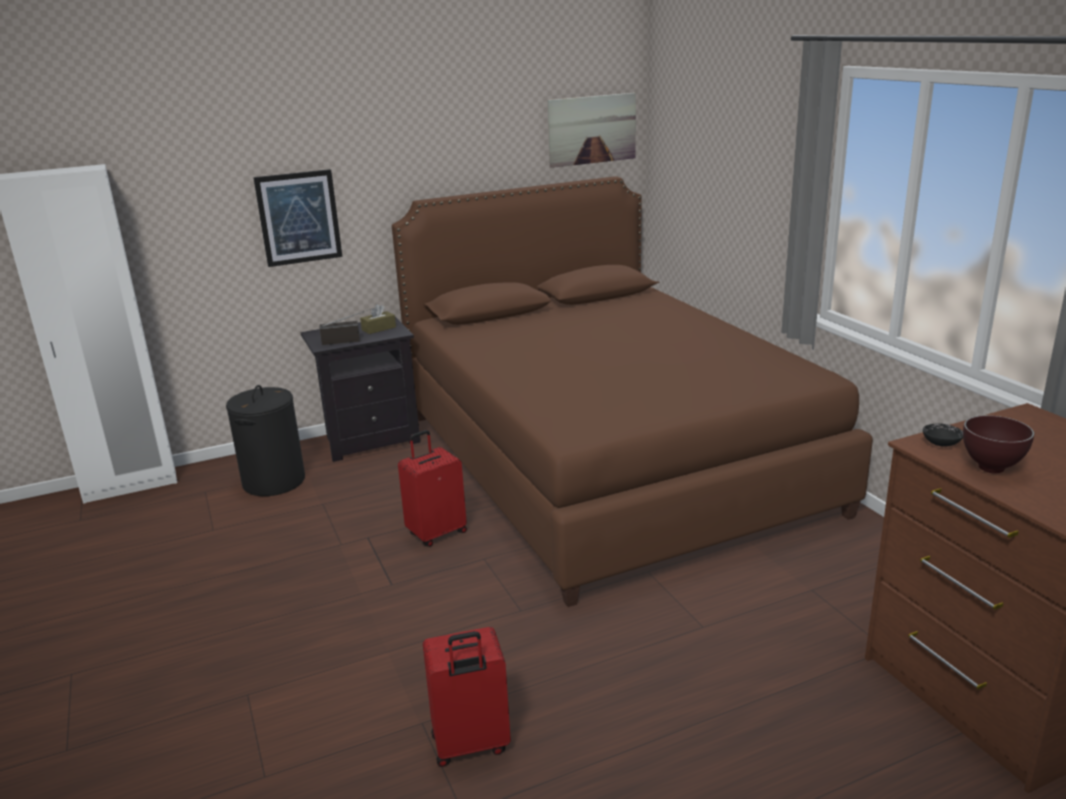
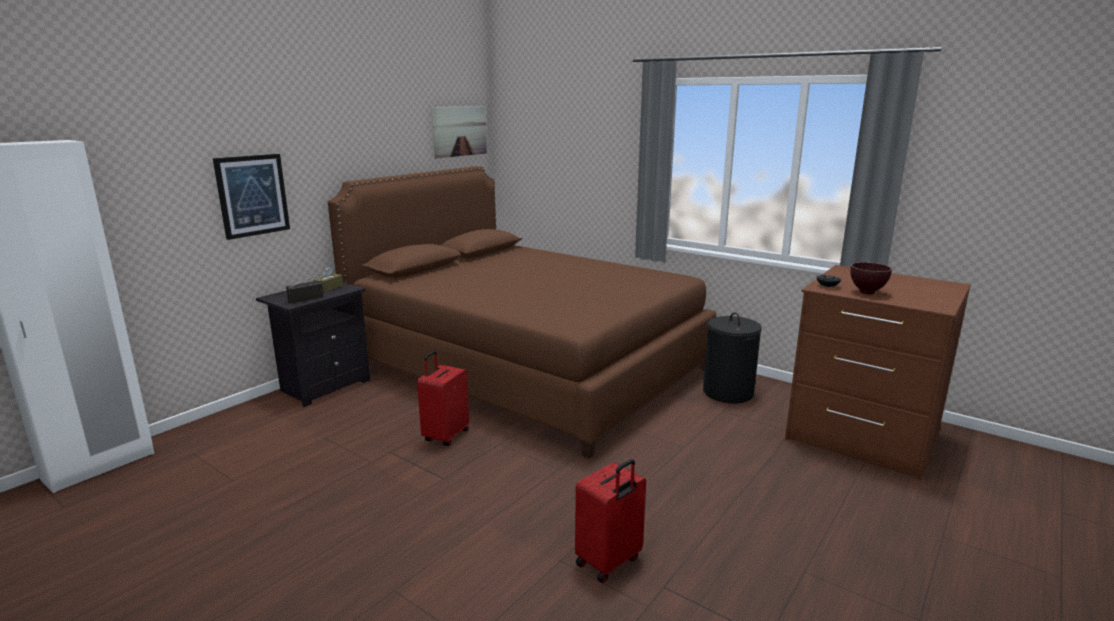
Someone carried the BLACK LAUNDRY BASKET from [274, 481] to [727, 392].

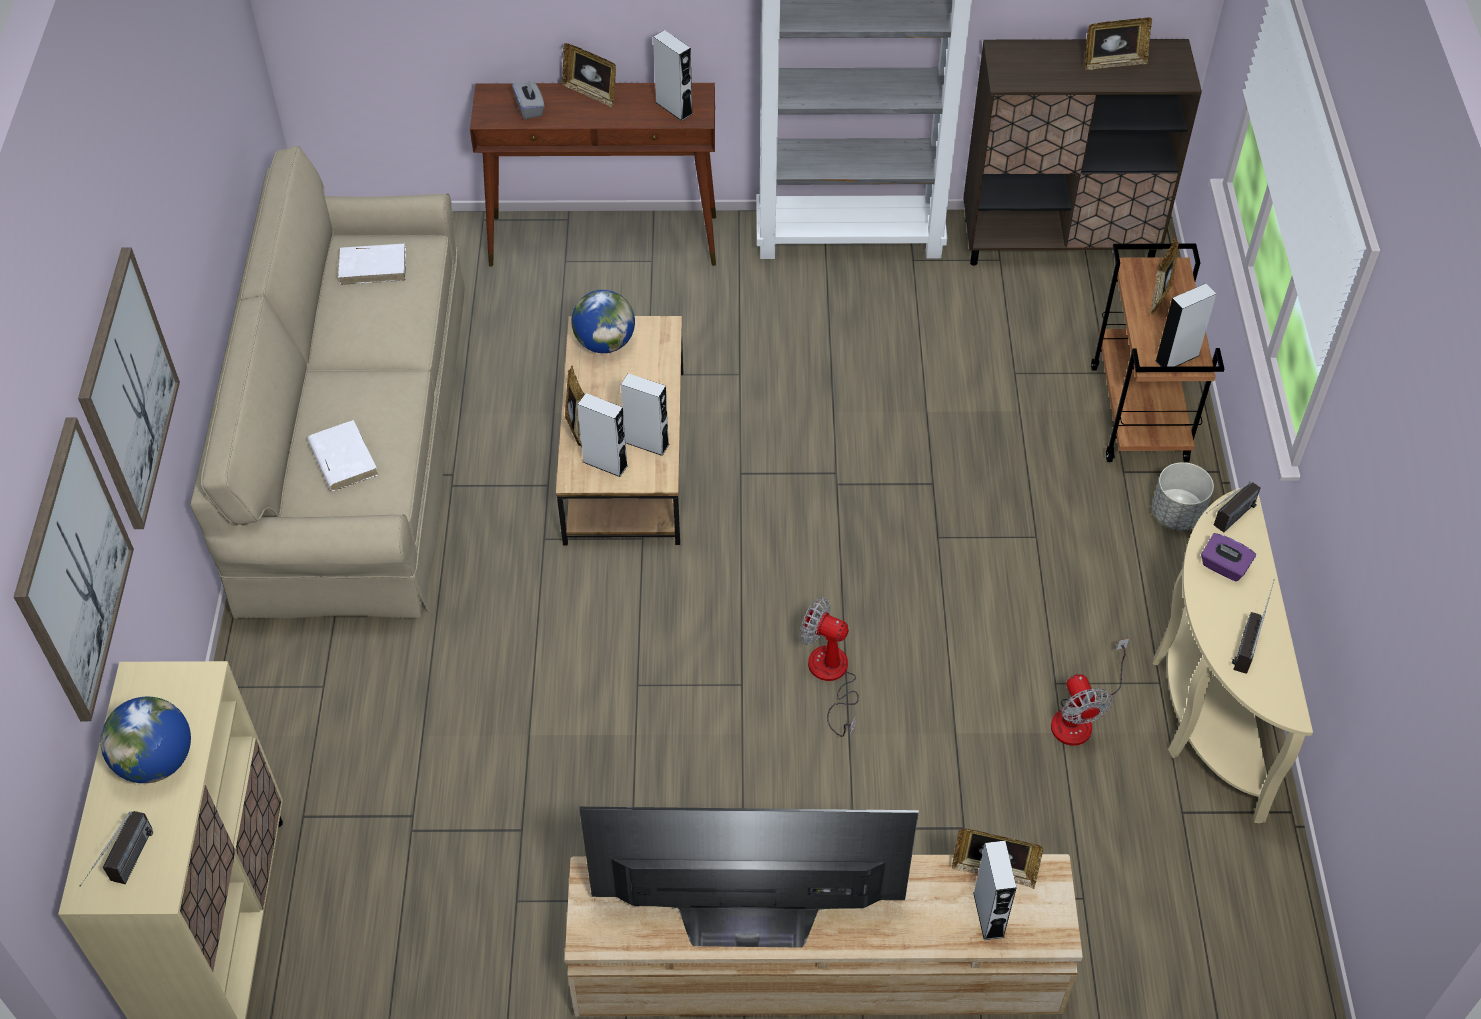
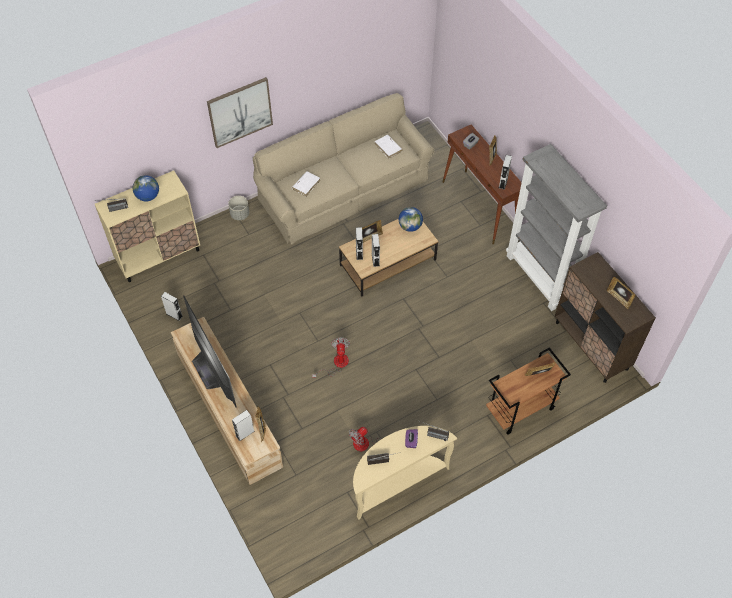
Someone carried the GREY SPEAKER from [1177, 358] to [174, 315].
Someone took away the PICTURE at [73, 570].
Someone carried the GREY PLANTER from [1176, 514] to [240, 214].

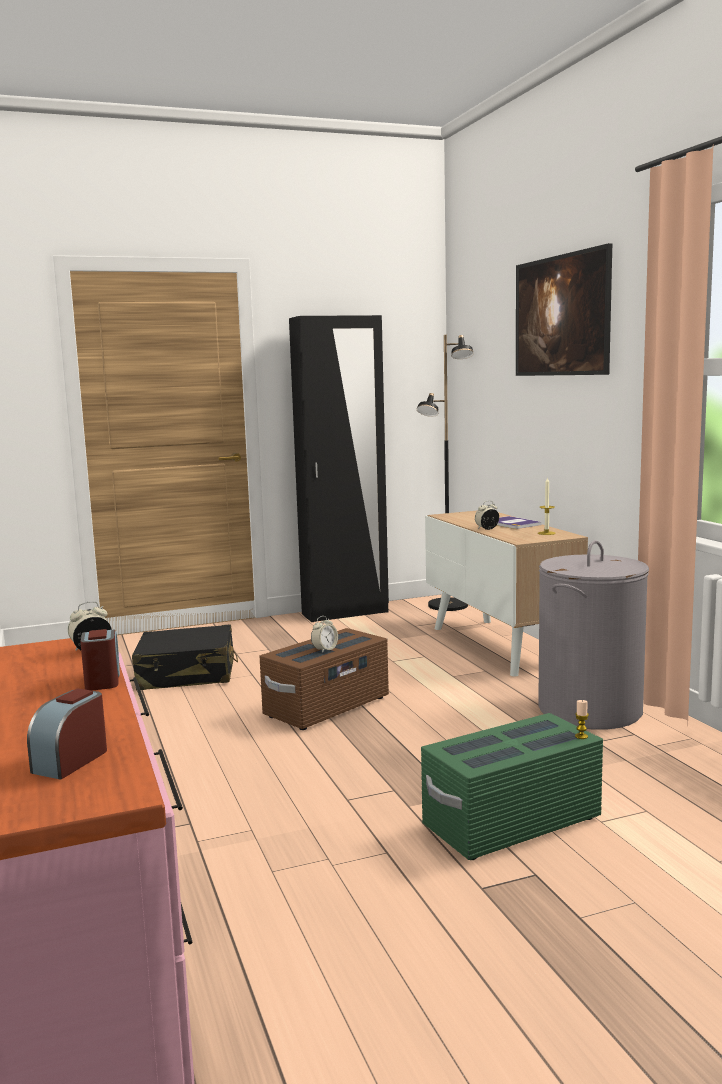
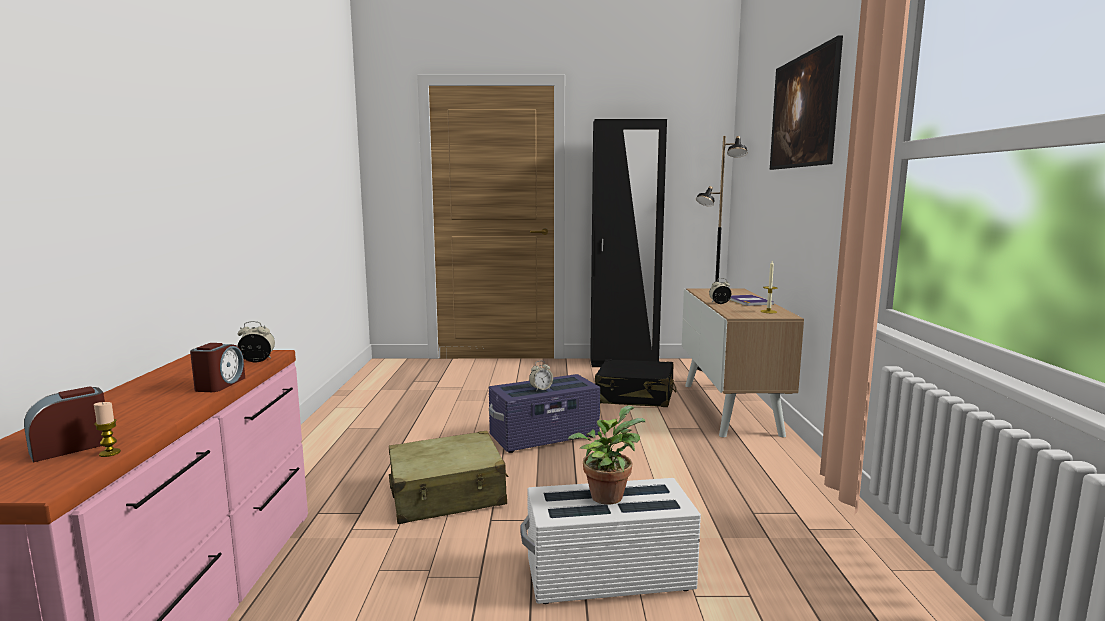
Someone took away the GREY LAUNDRY BASKET at [590, 710].
Someone carried the BLACK SUITCASE from [187, 675] to [635, 396].
Someone repainted the BROWN STORAGE BOX at [327, 707], which became the PURPLE STORAGE BOX at [544, 437].
Someone carried the CANDLE from [581, 736] to [110, 453].
Someone repainted the GREEN STORAGE BOX at [511, 823], which became the WHITE STORAGE BOX at [608, 576].
Someone put down the POTTED PLANT at [607, 494].
Someone put down the BEIGE SUITCASE at [447, 494].

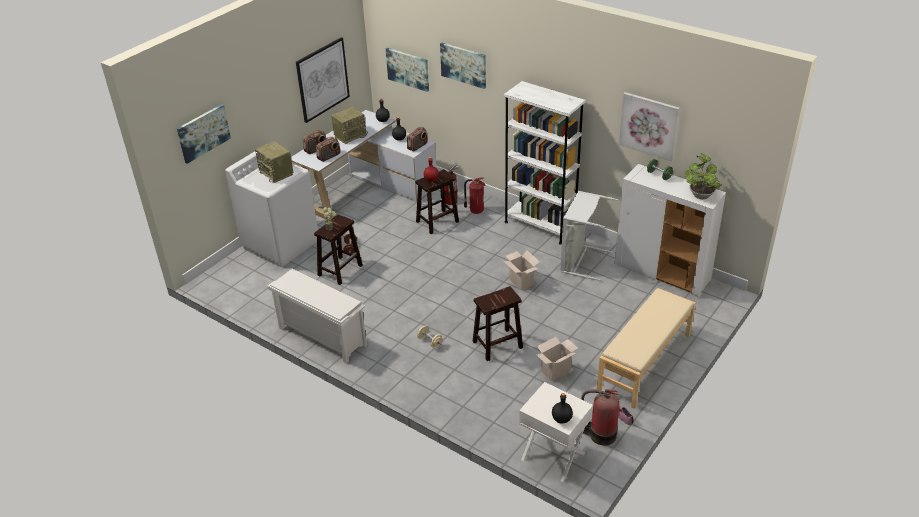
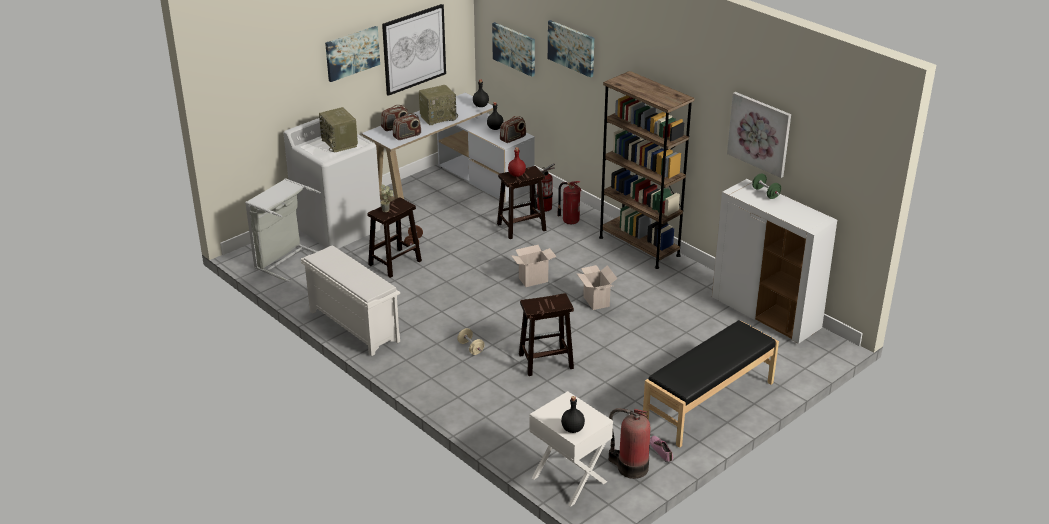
Someone repainted the WHITE BOOKCASE at [540, 226], which became the BROWN BOOKCASE at [639, 246].
Someone carried the PICTURE from [203, 133] to [352, 53].
Someone took away the POTTED PLANT at [700, 194].
Someone carried the GREY LAUNDRY BASKET from [580, 261] to [285, 260].
Someone repainted the BEIGE BENCH at [645, 362], which became the BLACK BENCH at [709, 403].
Someone carried the CARDBOARD BOX from [555, 370] to [533, 279].

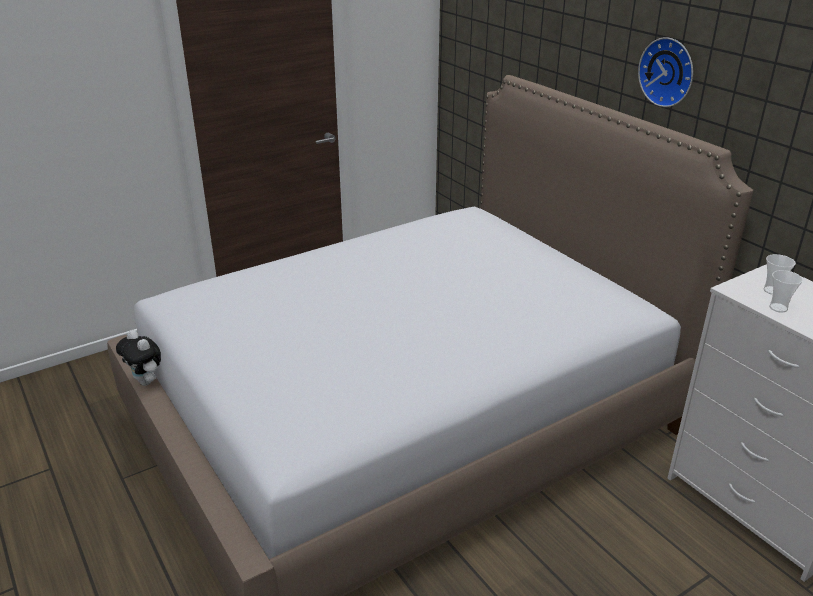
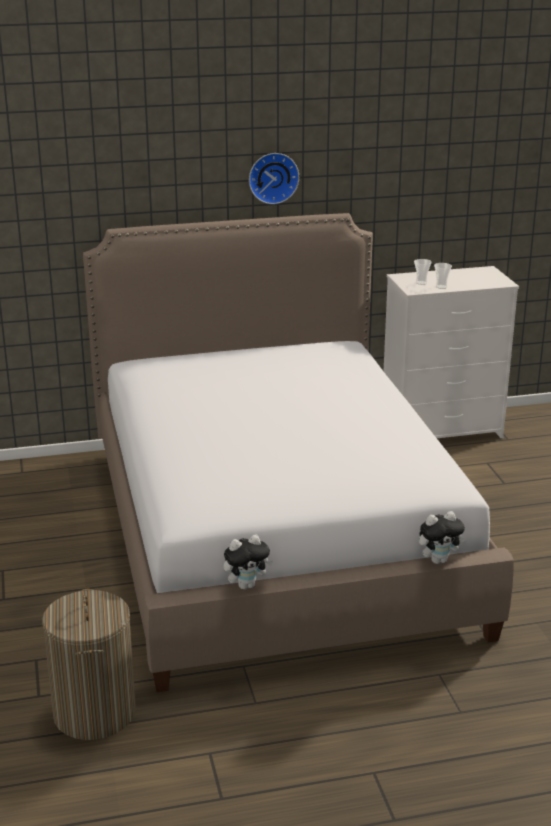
Someone put down the PLUSH TOY at [439, 560].
Someone put down the LAUNDRY BASKET at [94, 713].

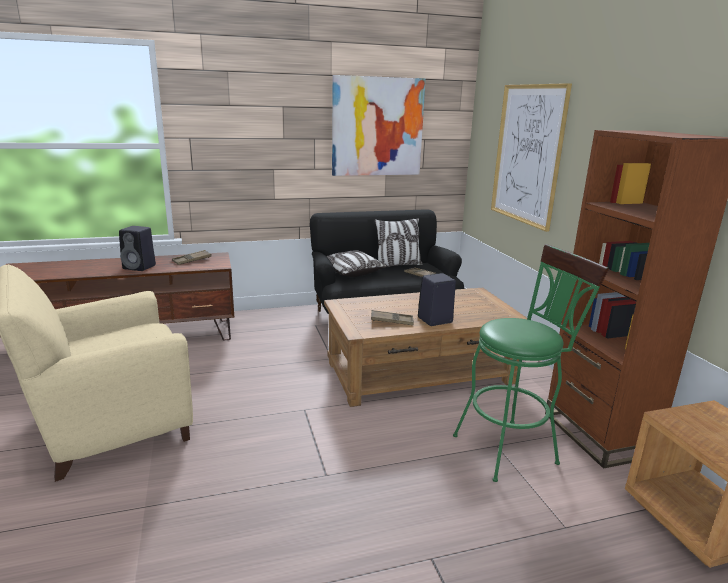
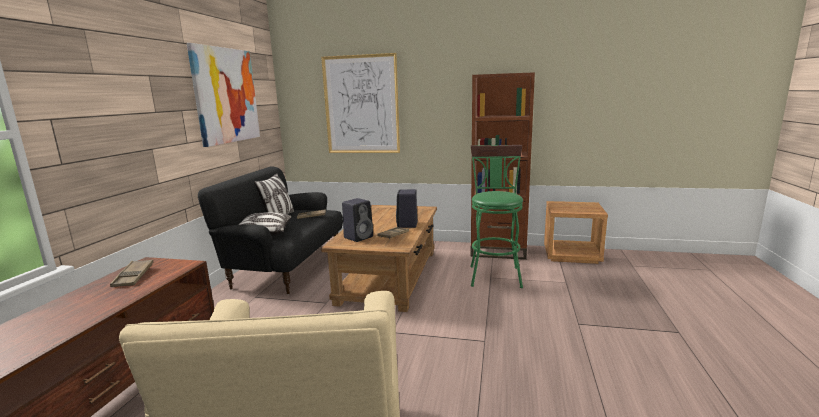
Someone carried the BLACK SPEAKER from [140, 267] to [359, 237].

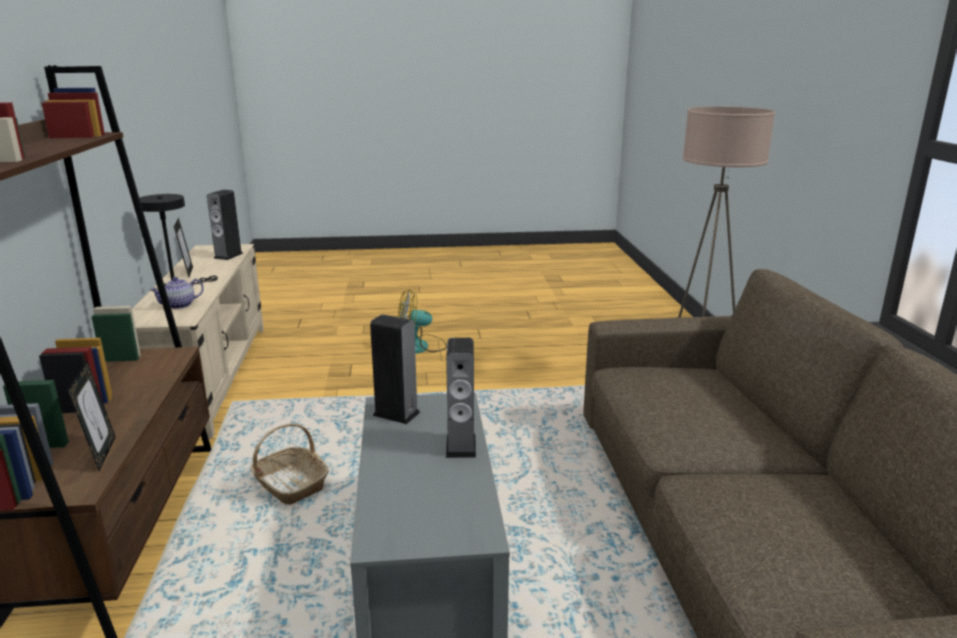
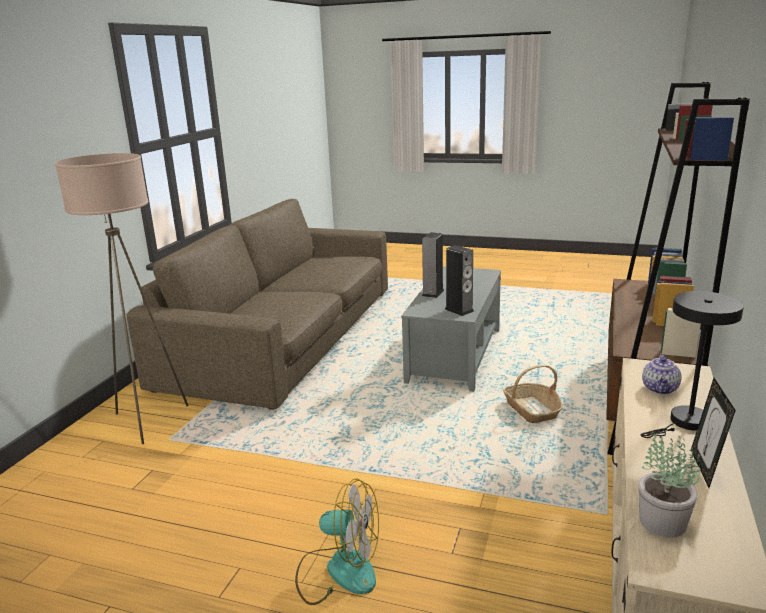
Someone swapped the SPEAKER at [228, 255] for the POTTED PLANT at [661, 522].
Someone rotated the TEAPOT at [179, 305] by 120 degrees clockwise.
Someone took away the PICTURE FRAME at [101, 454].

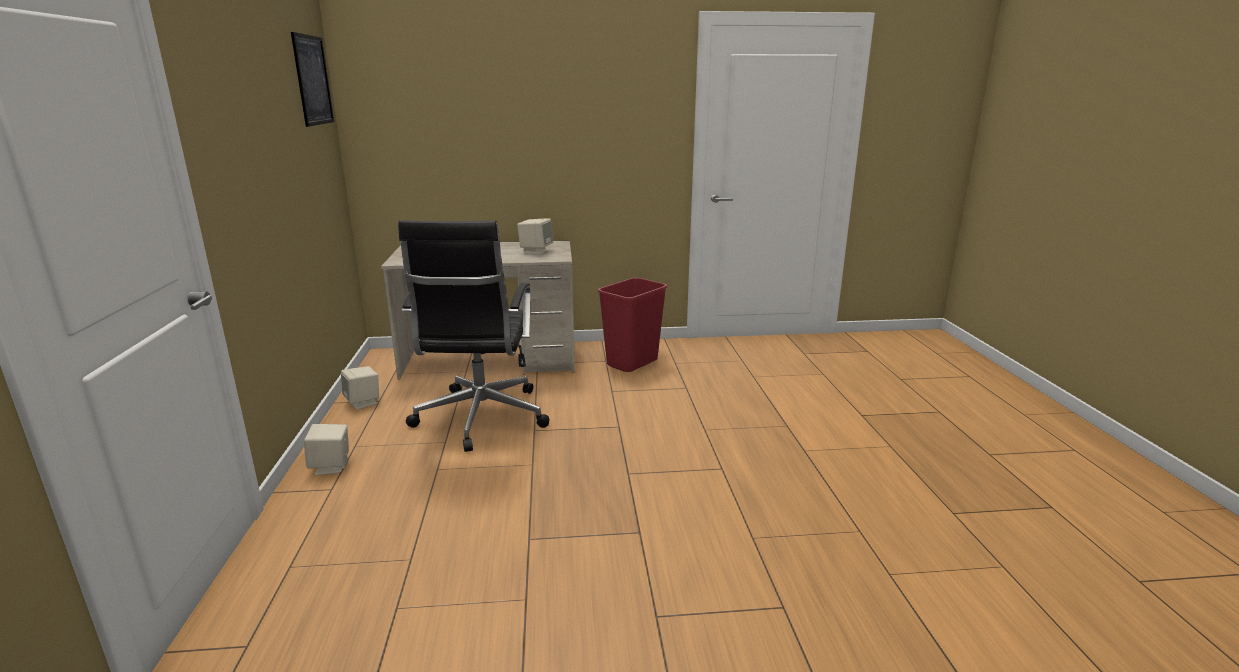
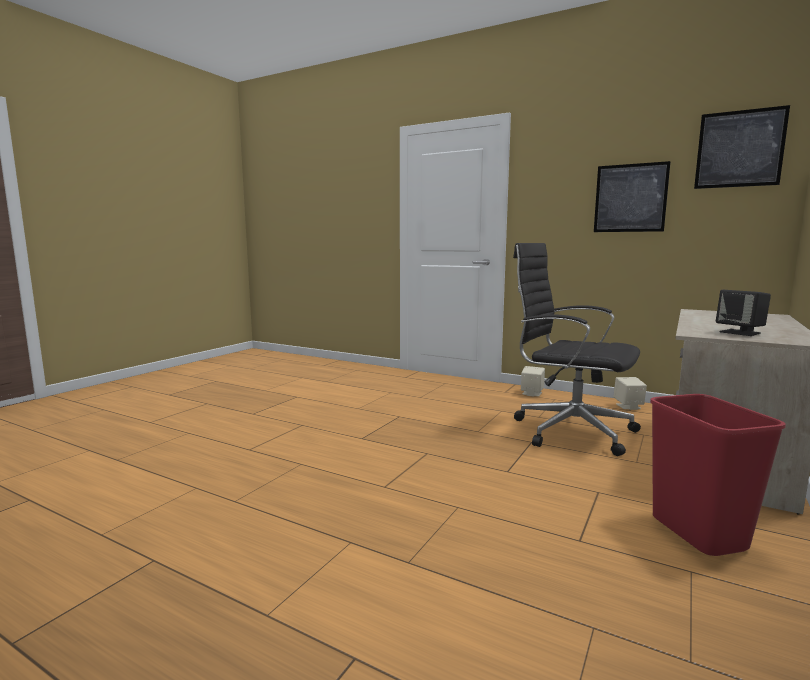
Someone repainted the BEIGE SPEAKER at [536, 251], which became the BLACK SPEAKER at [740, 332].
Someone put up the PICTURE at [630, 198].

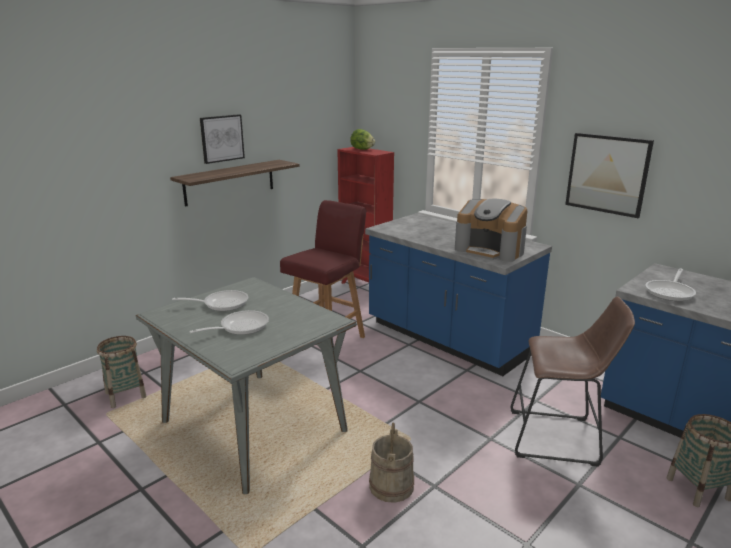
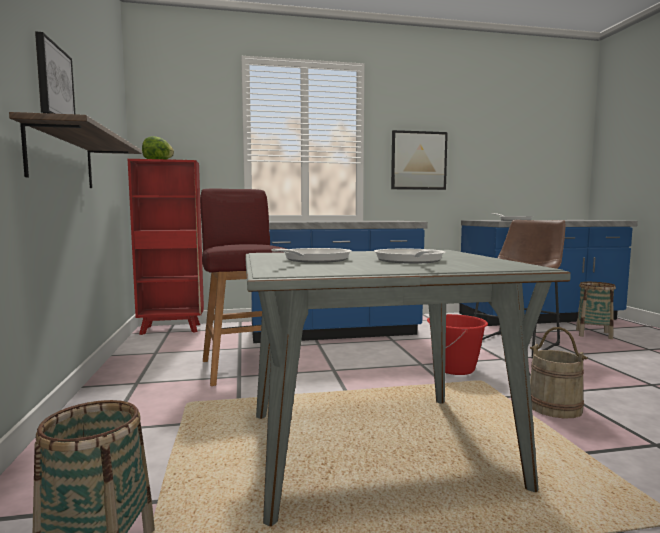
Someone took away the COFFEE MACHINE at [490, 250].
Someone put down the RED BUCKET at [455, 369].

